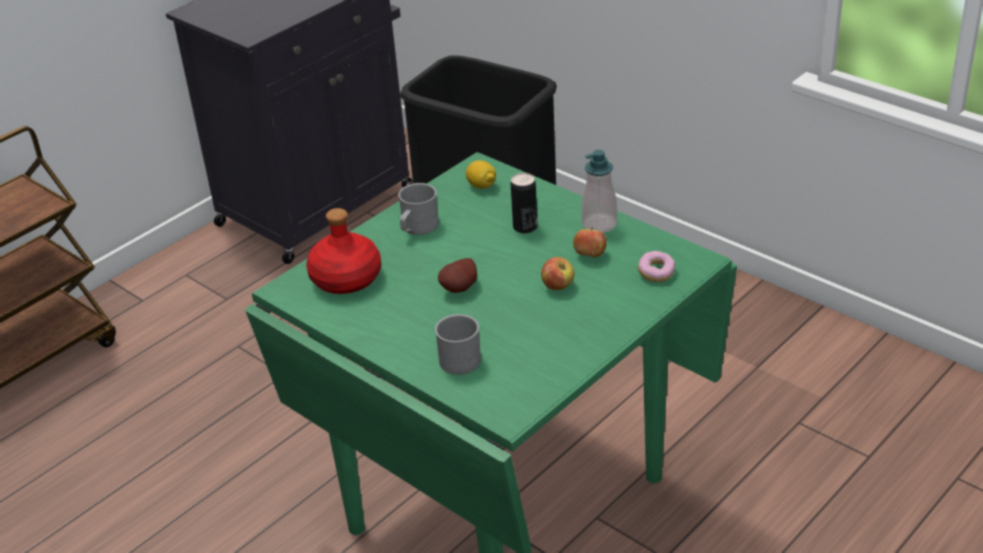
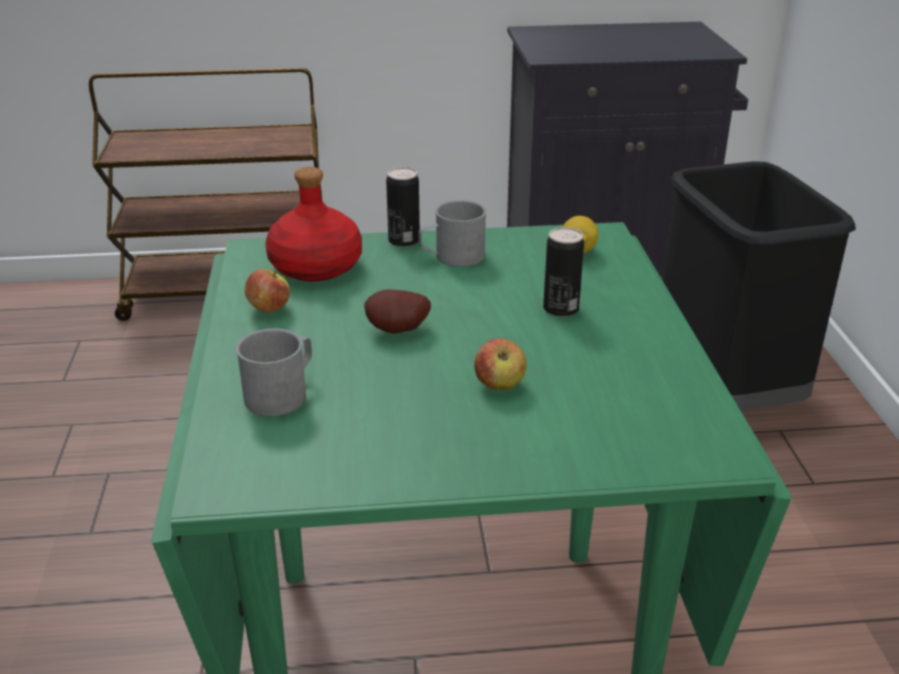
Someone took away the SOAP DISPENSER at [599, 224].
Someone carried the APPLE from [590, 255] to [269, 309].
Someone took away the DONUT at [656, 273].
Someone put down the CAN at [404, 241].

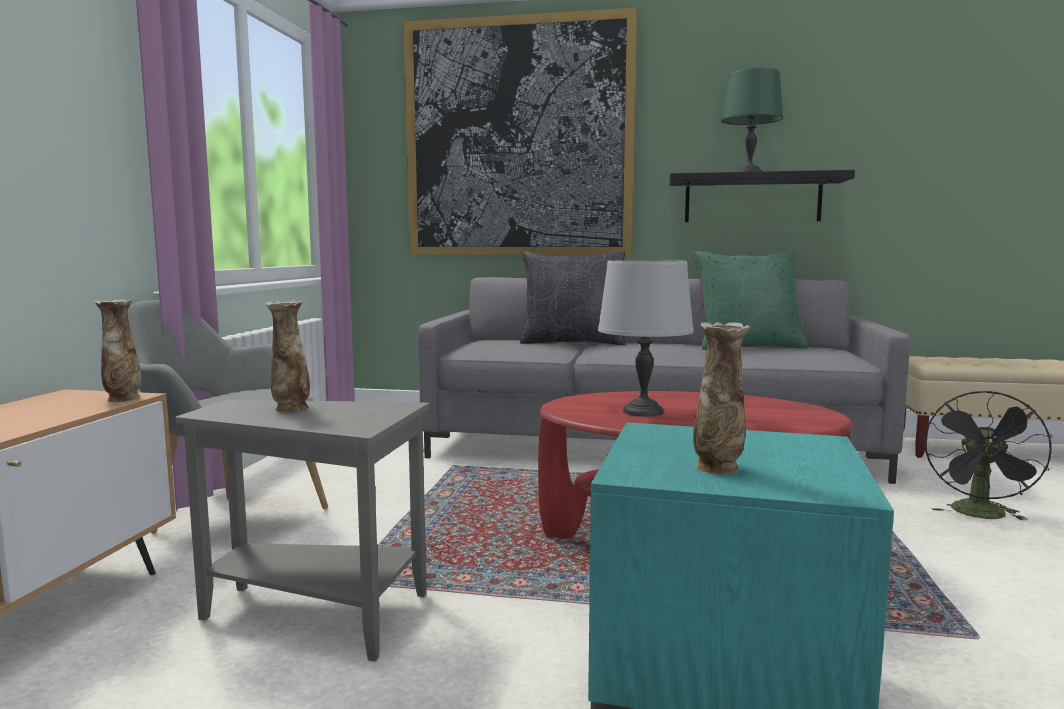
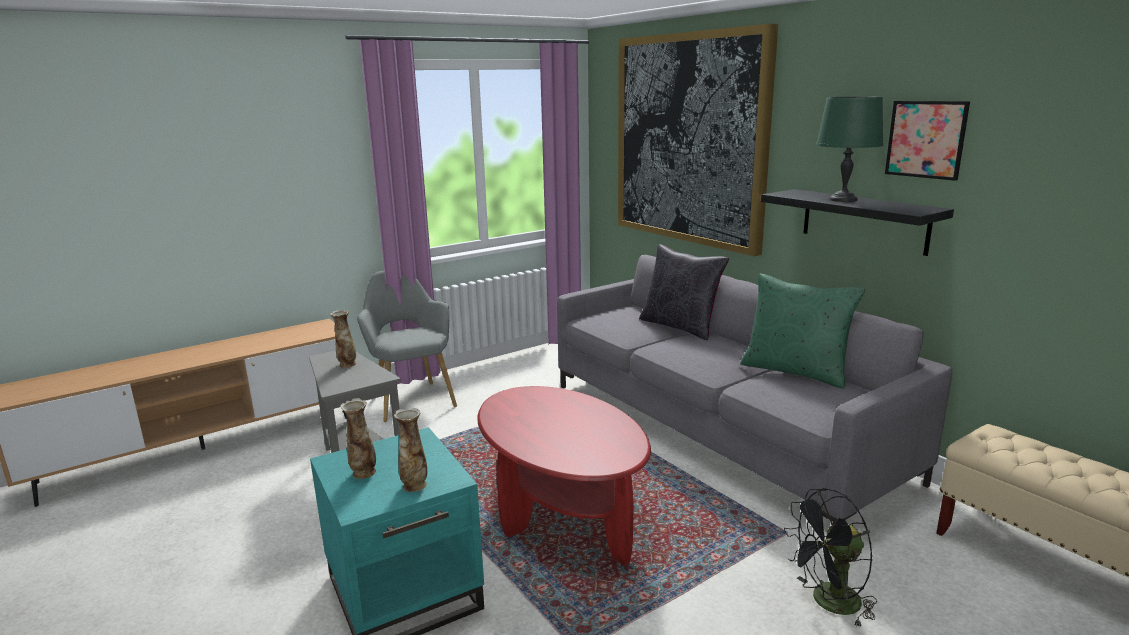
Someone took away the GREY TABLE LAMP at [644, 411].
Someone carried the VASE from [123, 399] to [414, 485].
Someone put up the PICTURE at [925, 139].

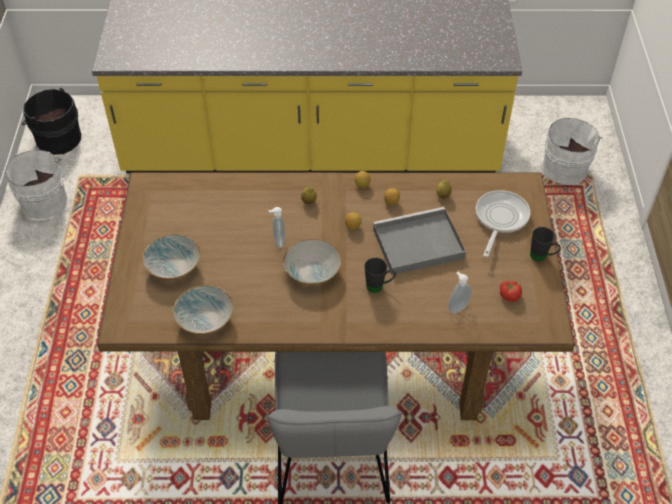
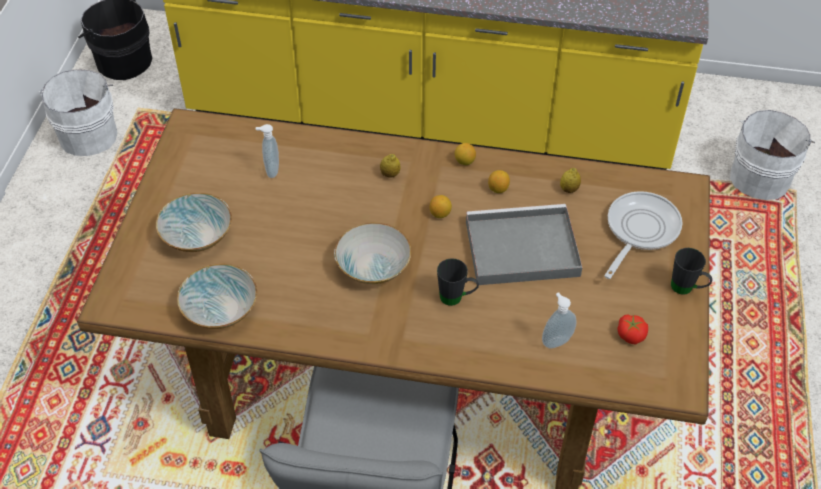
Someone carried the SOAP DISPENSER from [278, 241] to [271, 170].

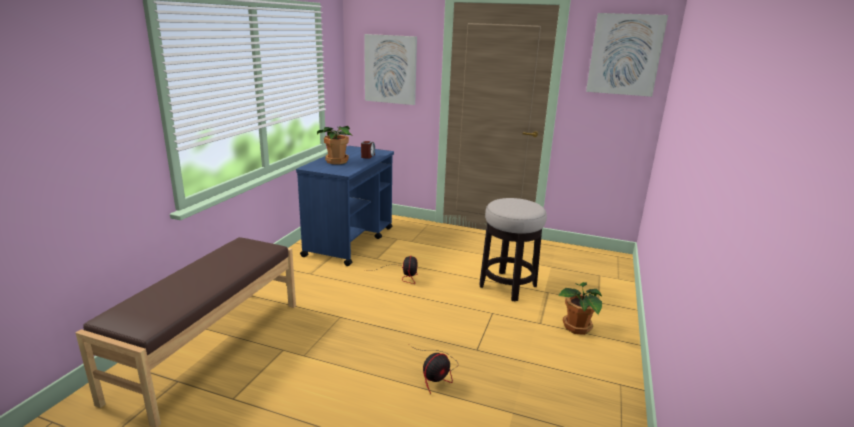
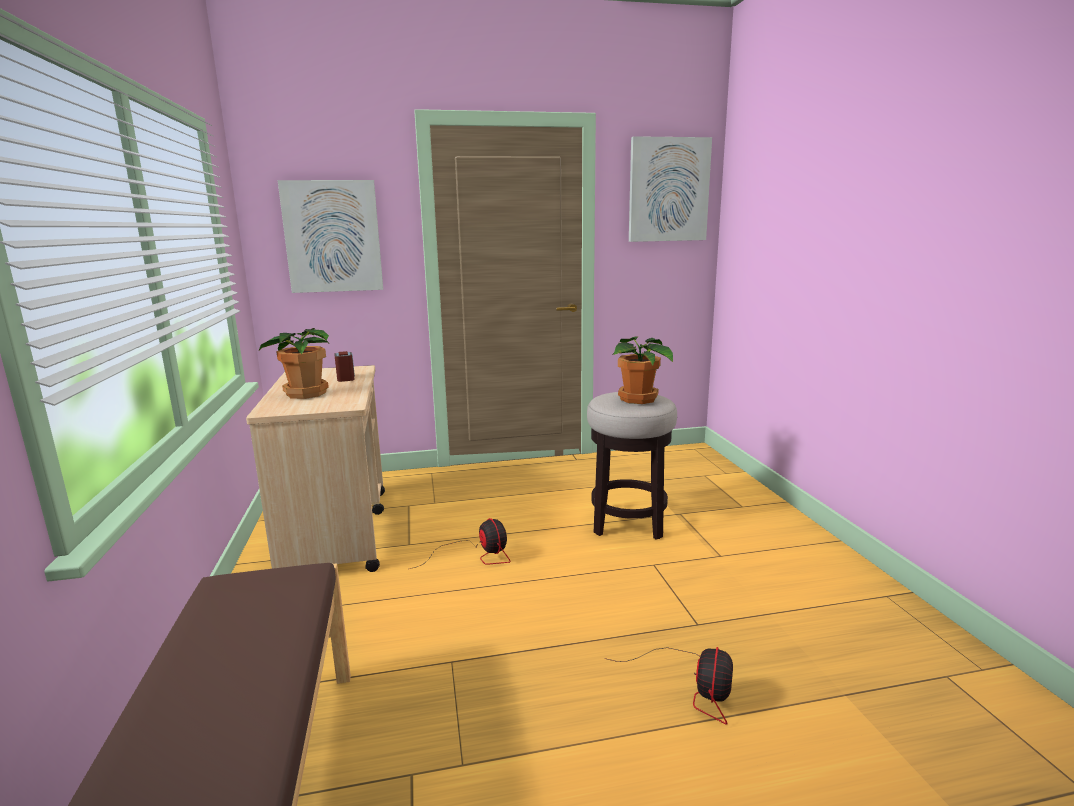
Someone repainted the BLUE CART at [350, 241], which became the BEIGE CART at [336, 531].
Someone carried the POTTED PLANT from [576, 328] to [638, 399].

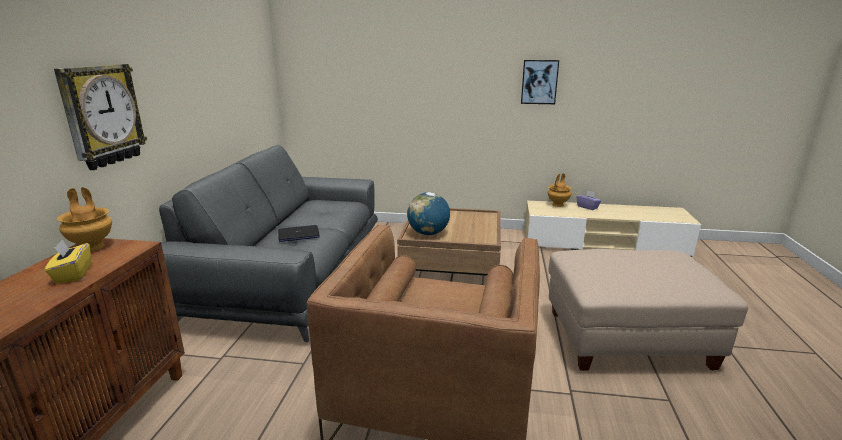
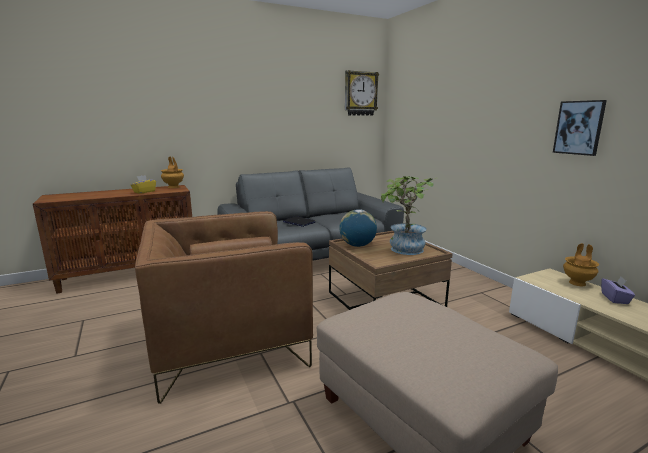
Someone carried the WALL CLOCK from [102, 115] to [360, 93].
Someone put down the POTTED PLANT at [403, 250].

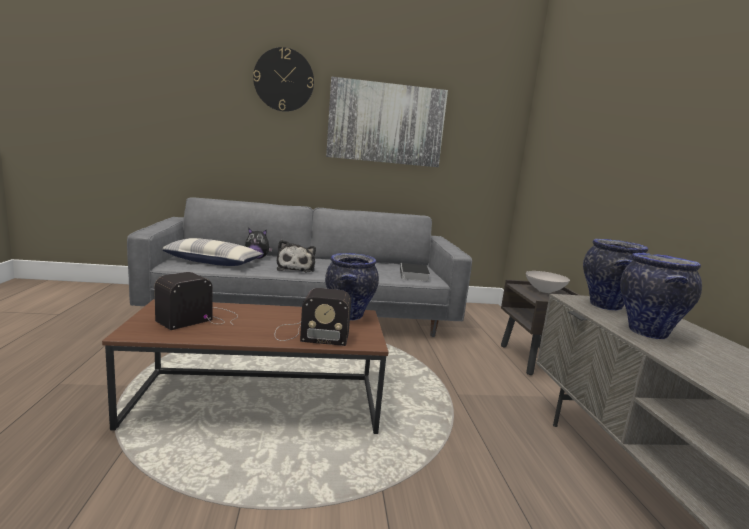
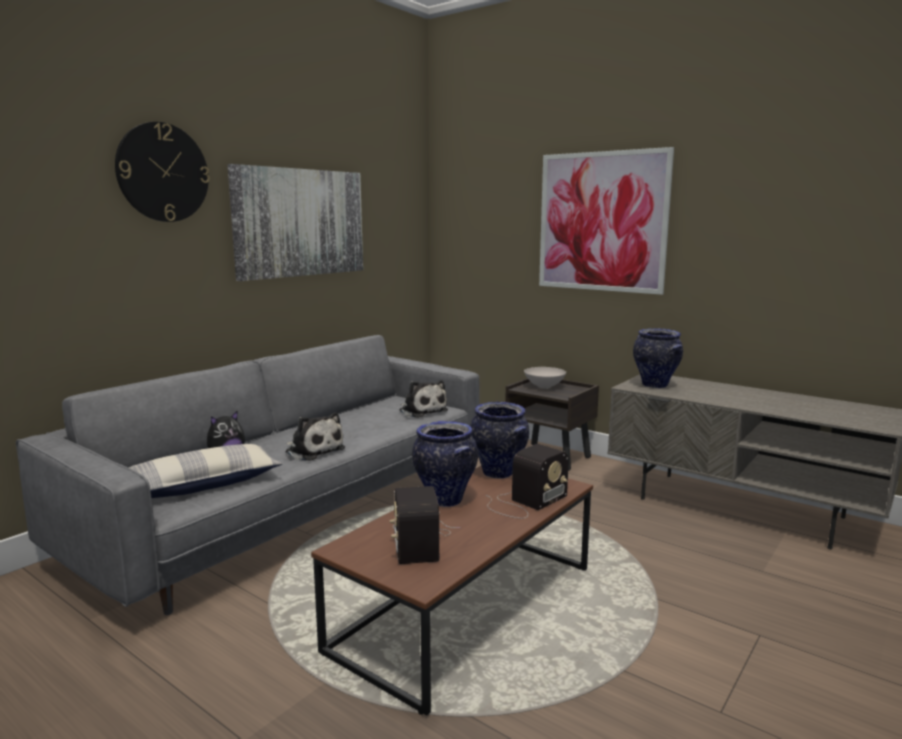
Someone carried the VASE from [646, 332] to [444, 500].
Someone swapped the BOOK at [414, 275] for the PLUSH TOY at [422, 411].
Someone put up the PICTURE at [601, 222].

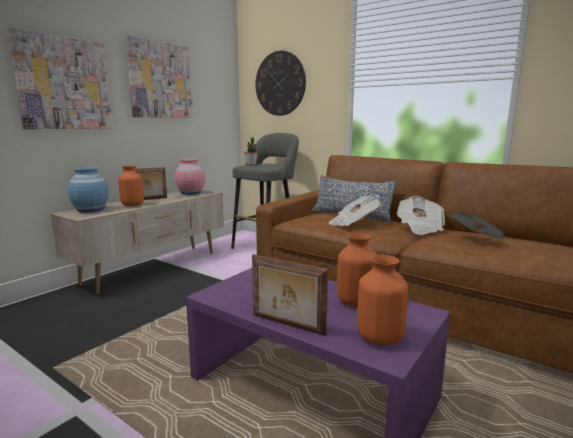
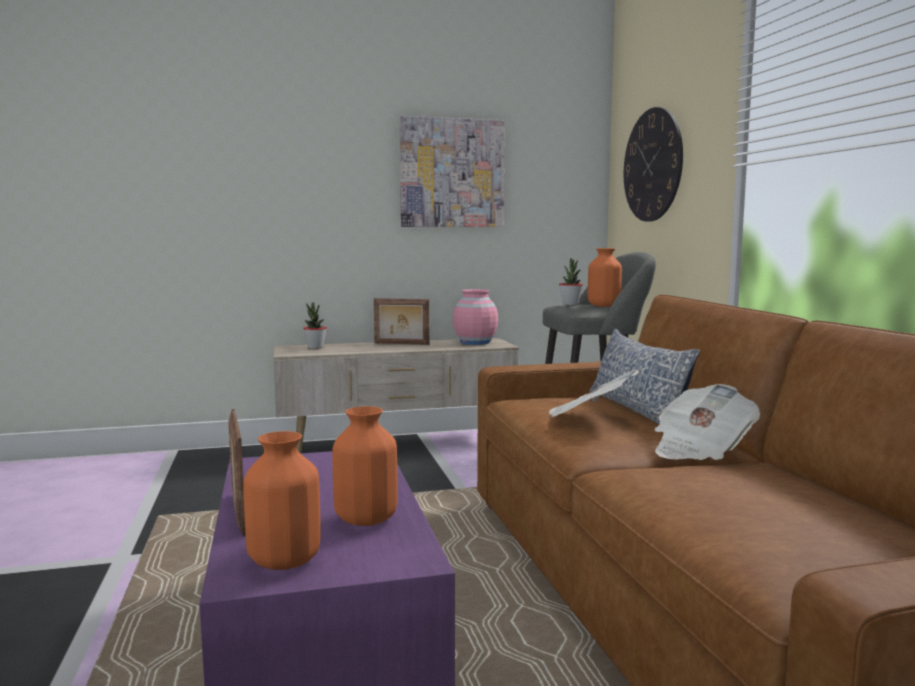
Someone took away the PICTURE at [64, 83].
Someone carried the ORANGE VASE from [132, 205] to [603, 306].
Someone swapped the BLUE VASE at [91, 209] for the POTTED PLANT at [315, 347].
Someone took away the NEWSPAPER at [477, 241].

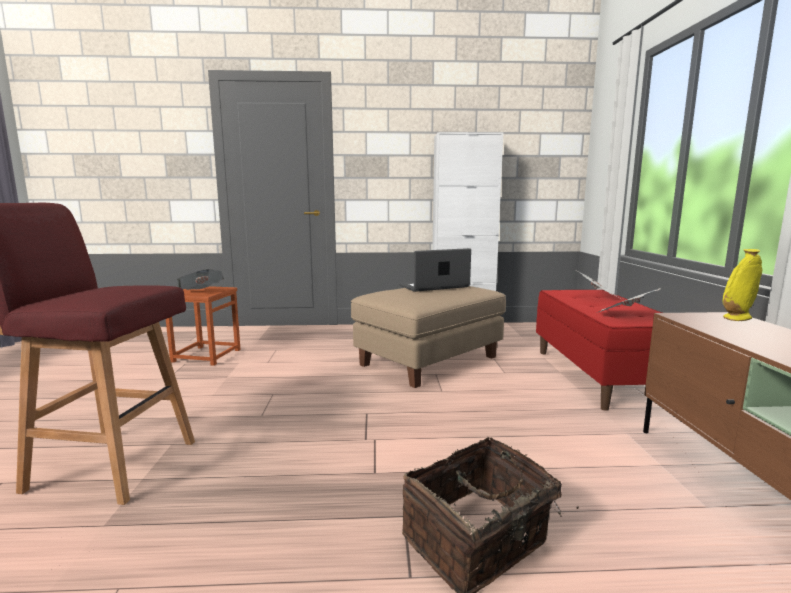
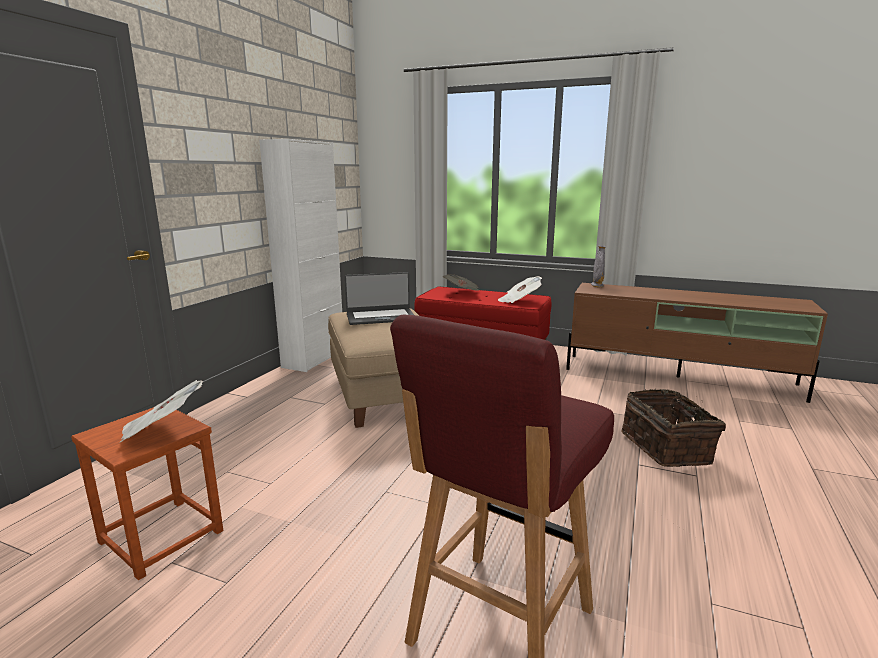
Someone rotated the LAPTOP at [434, 286] by 105 degrees counterclockwise.
Someone repainted the YELLOW VASE at [737, 318], which became the GREY VASE at [597, 285].

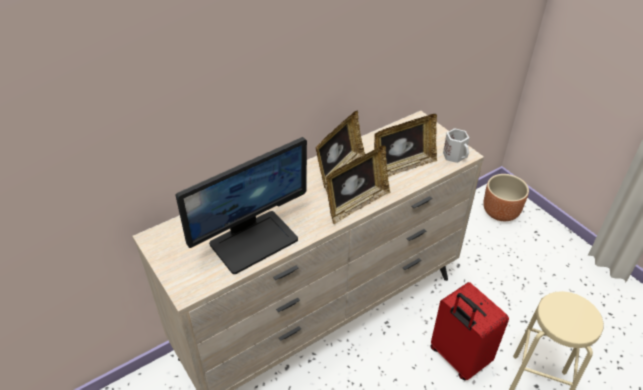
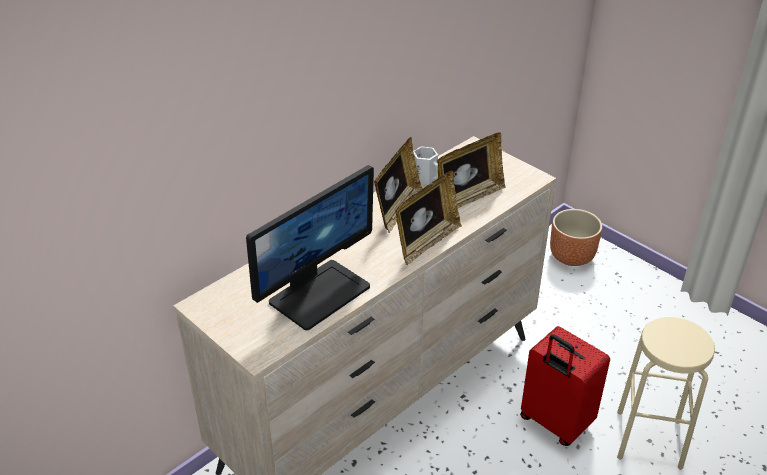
Someone carried the WHITE MUG from [455, 155] to [425, 178].

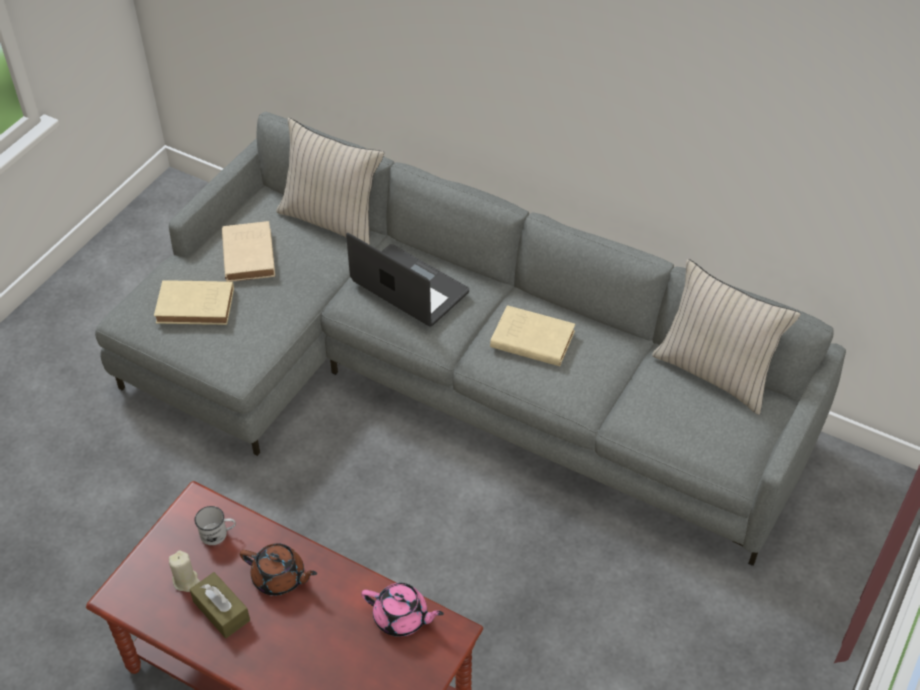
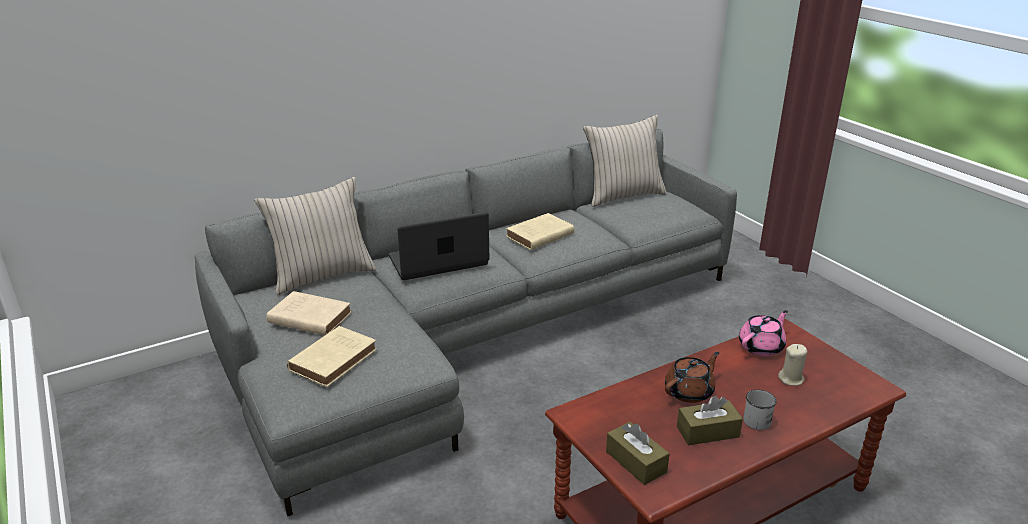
Someone carried the WHITE MUG from [218, 534] to [757, 419].
Someone carried the BEIGE CANDLE from [186, 581] to [791, 379].
Someone put down the BROWN TISSUE BOX at [636, 462].

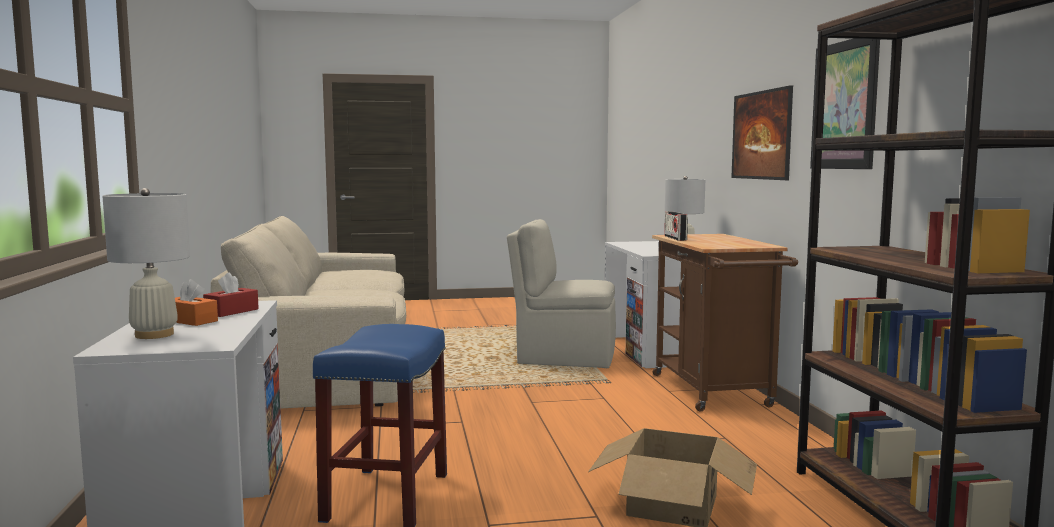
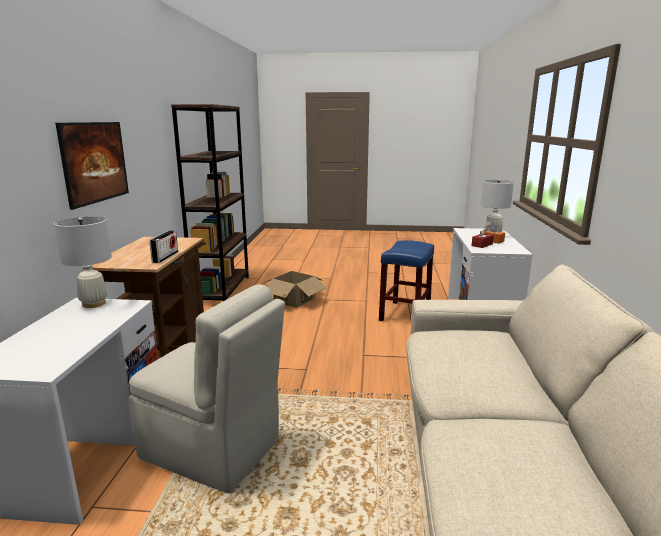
Someone took away the PICTURE at [844, 105].

